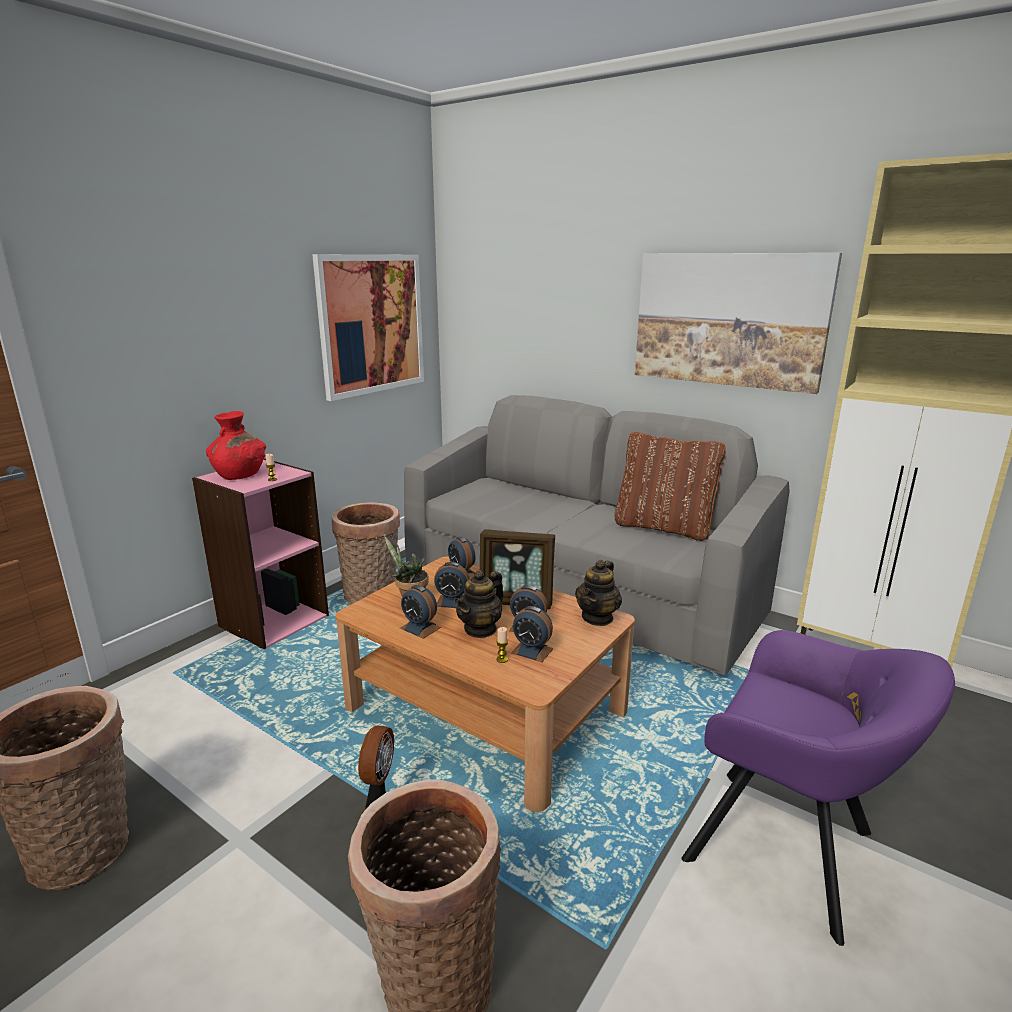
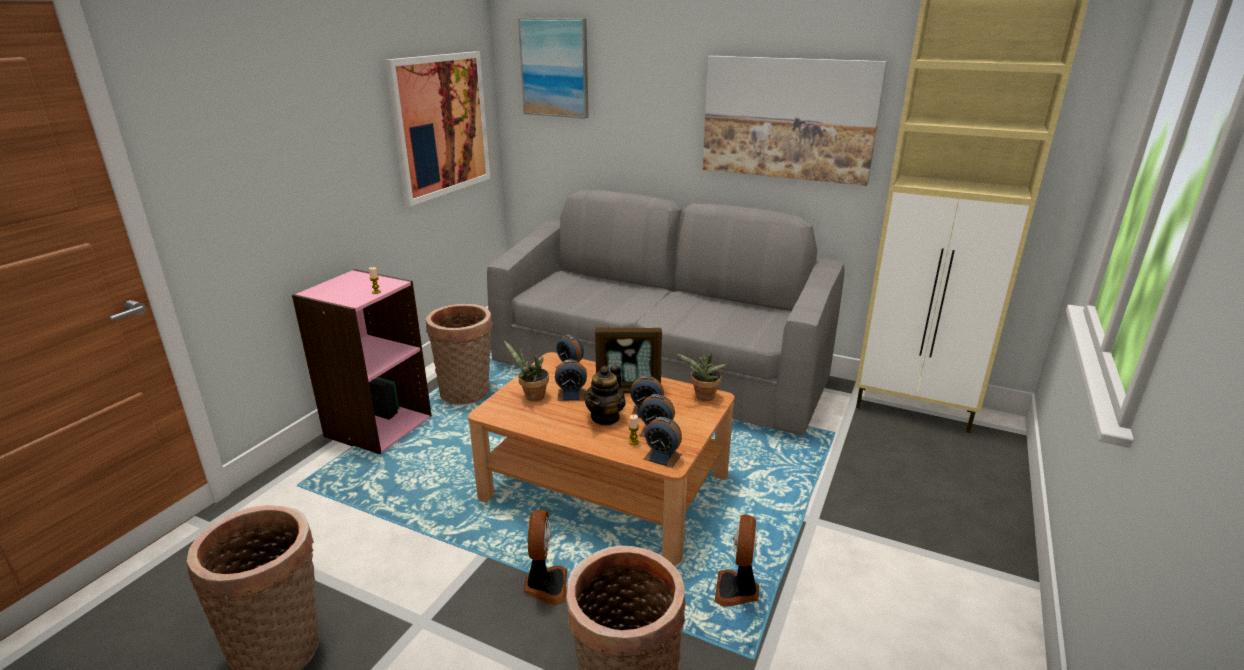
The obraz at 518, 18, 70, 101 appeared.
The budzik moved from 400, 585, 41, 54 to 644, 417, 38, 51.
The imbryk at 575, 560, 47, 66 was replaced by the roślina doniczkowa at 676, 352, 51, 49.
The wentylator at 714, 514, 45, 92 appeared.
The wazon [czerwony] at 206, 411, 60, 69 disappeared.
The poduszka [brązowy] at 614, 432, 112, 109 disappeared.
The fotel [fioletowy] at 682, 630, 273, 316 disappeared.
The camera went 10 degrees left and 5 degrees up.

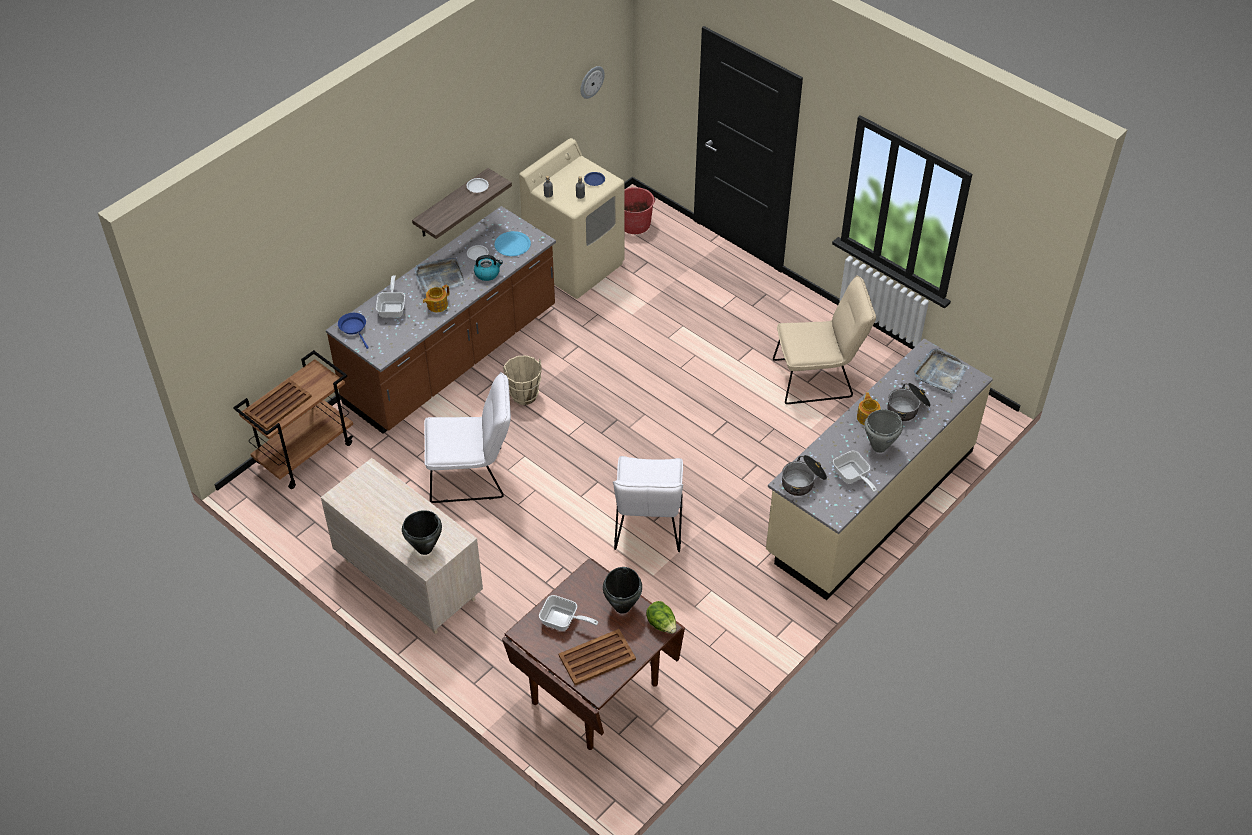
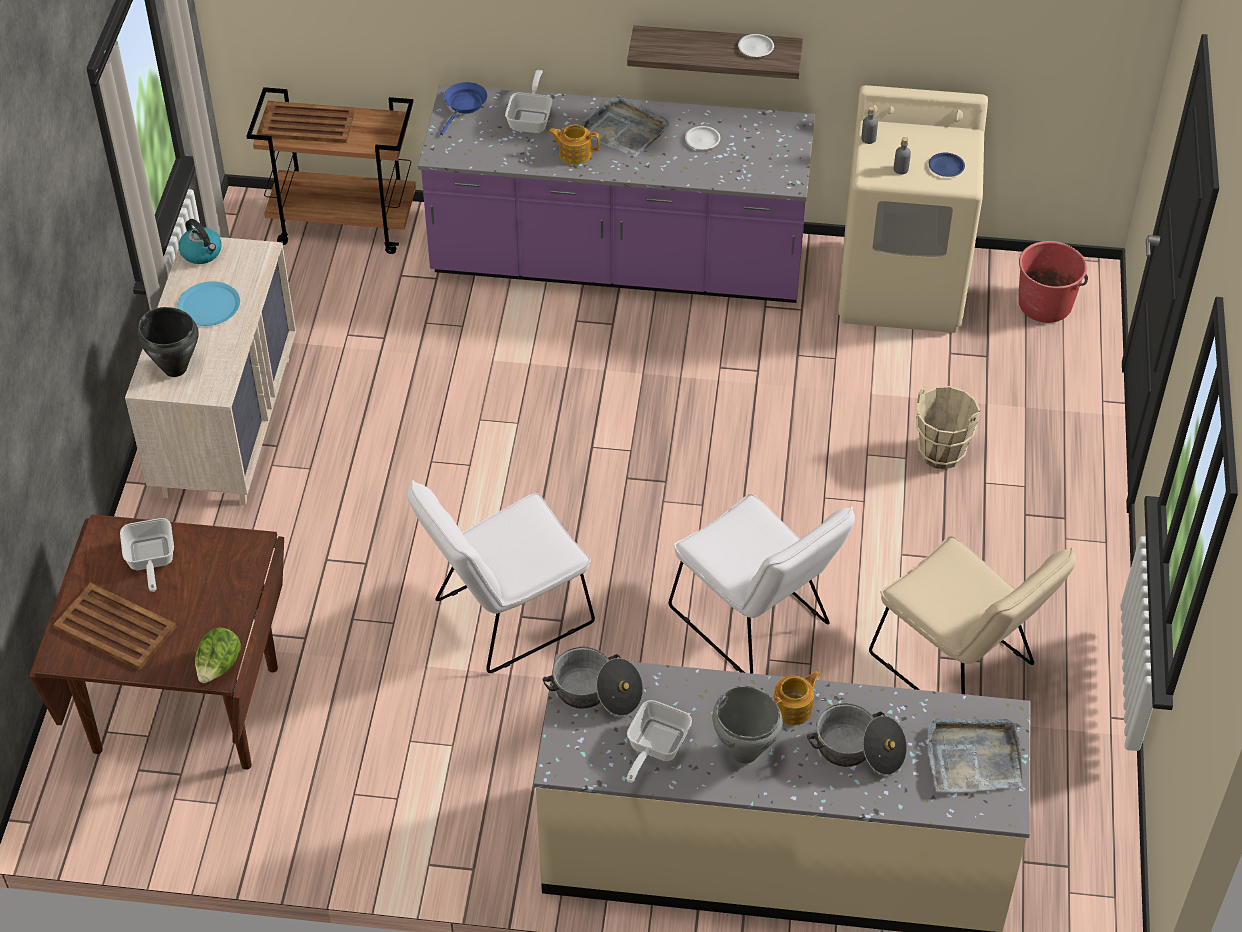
The talerz [niebieski] moved from 494, 231, 37, 25 to 177, 281, 63, 45.
The czajnik moved from 474, 255, 29, 26 to 178, 219, 44, 45.
The zabudowa kuchenna [brązowy] at 326, 206, 230, 228 became the zabudowa kuchenna [fioletowy] at 418, 84, 397, 219.
The patelnia at 376, 275, 29, 43 turned 45 degrees counterclockwise.
The krzesło [biały] moved from 424, 372, 87, 131 to 669, 494, 186, 180.
The wiadro [beżowy] moved from 503, 355, 39, 50 to 916, 385, 64, 84.
The zegar ścienny at 580, 66, 25, 33 disappeared.
The garnek [czarny] at 603, 567, 39, 47 disappeared.
The camera went 55 degrees right and 0 degrees up.

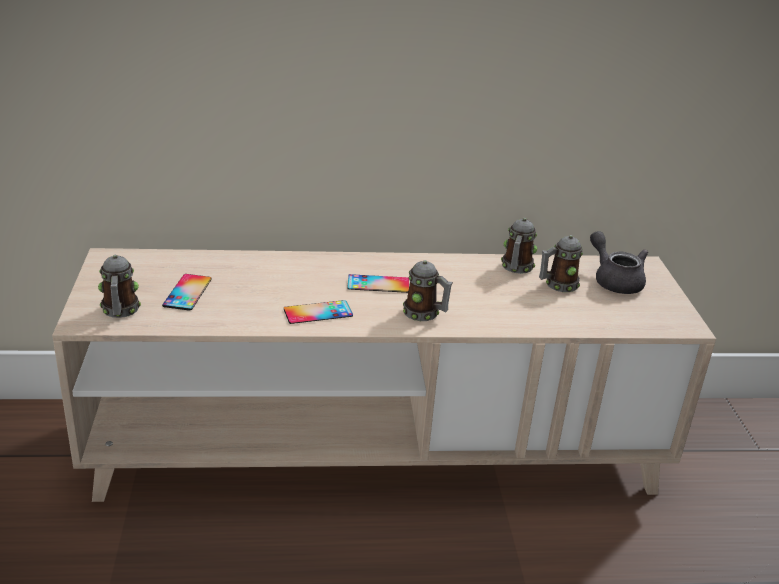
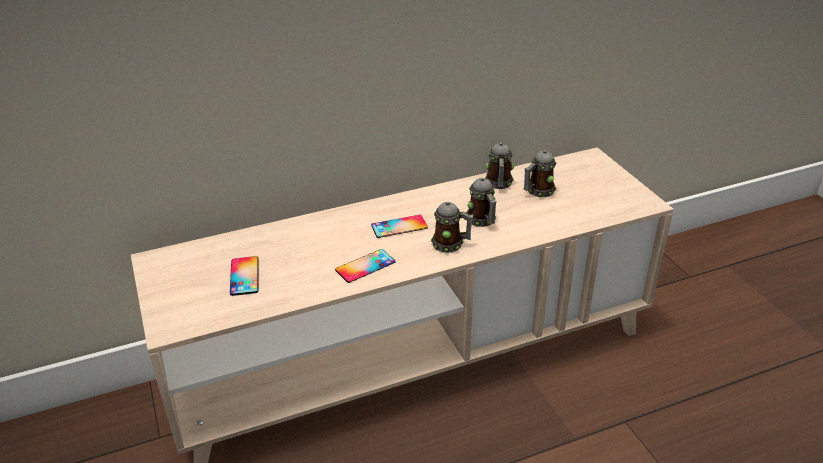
The kubek moved from 98, 255, 43, 63 to 466, 178, 31, 49.
The imbryk [szary] at 590, 231, 58, 63 disappeared.
The camera went 15 degrees left and 5 degrees up.

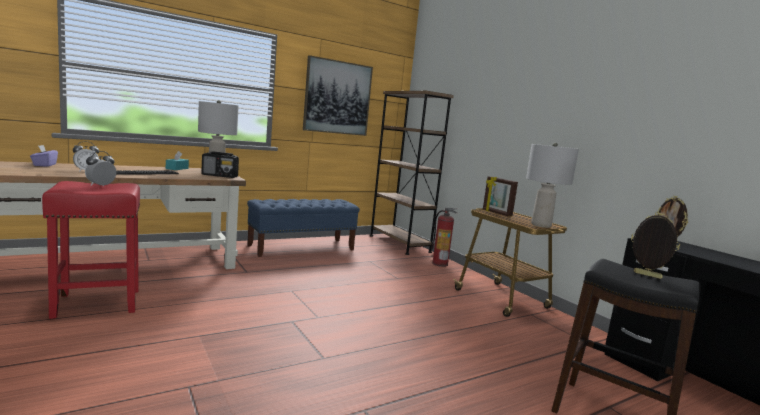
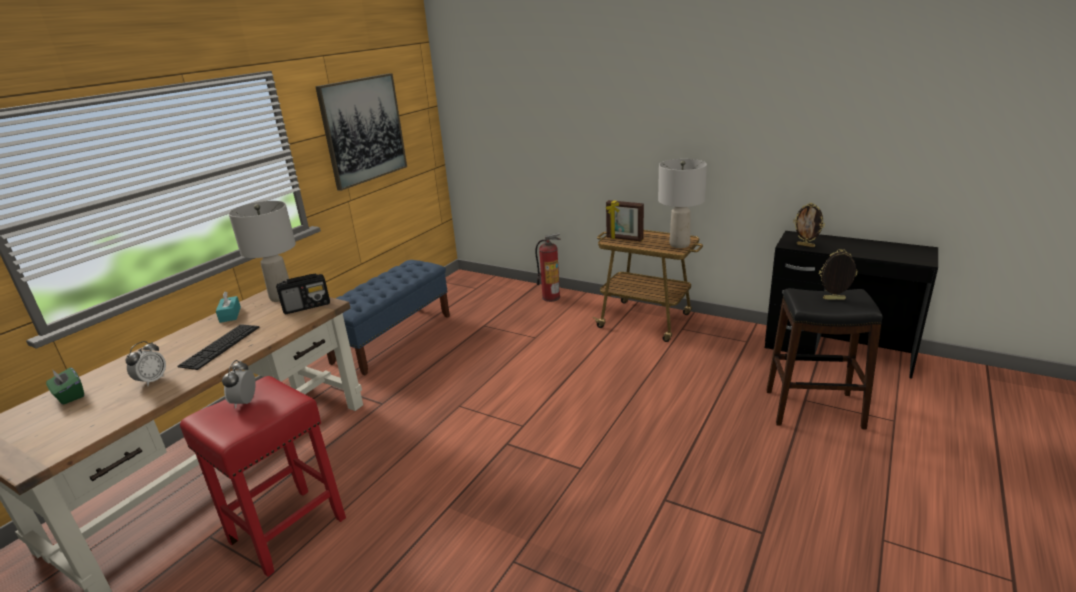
The pudełko chusteczek [fioletowy] at 30, 145, 28, 22 became the pudełko chusteczek [zielony] at 46, 368, 38, 37.
The regał [brązowy] at 370, 91, 84, 164 disappeared.
The camera went 25 degrees left and 15 degrees up.

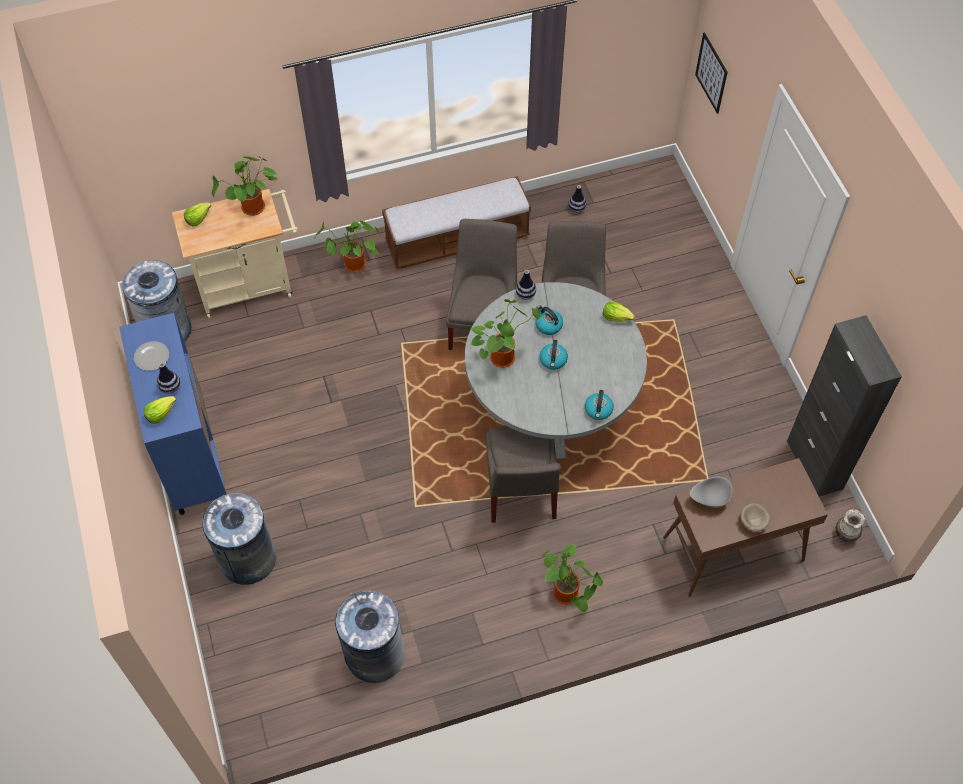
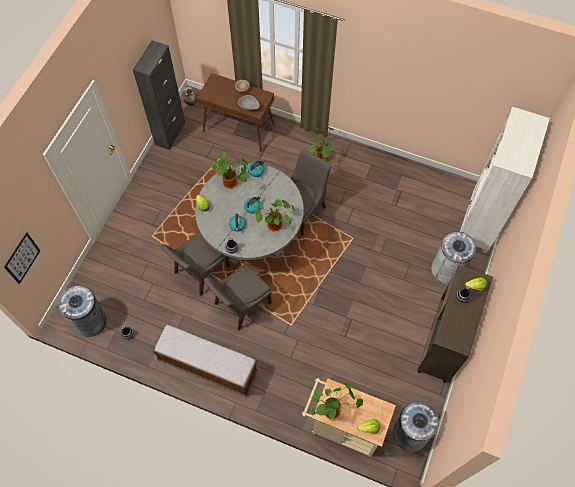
The kosz na śmieci [szary] moved from 335, 591, 70, 92 to 58, 286, 49, 51.
The roślina doniczkowa moved from 315, 221, 66, 51 to 209, 152, 39, 37.
The szafka [niebieski] at 119, 313, 108, 202 became the szafka [brązowy] at 418, 265, 75, 118.
The regał [biały] at 460, 107, 90, 146 appeared.
The talerz at 134, 341, 35, 30 disappeared.
The camera went 140 degrees left and 5 degrees up.

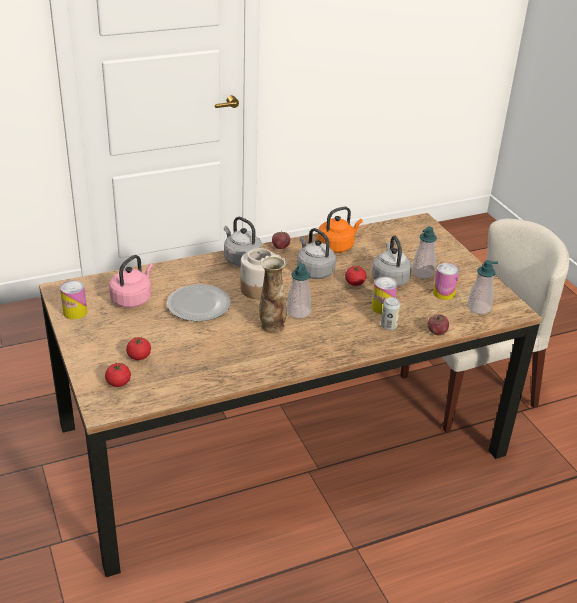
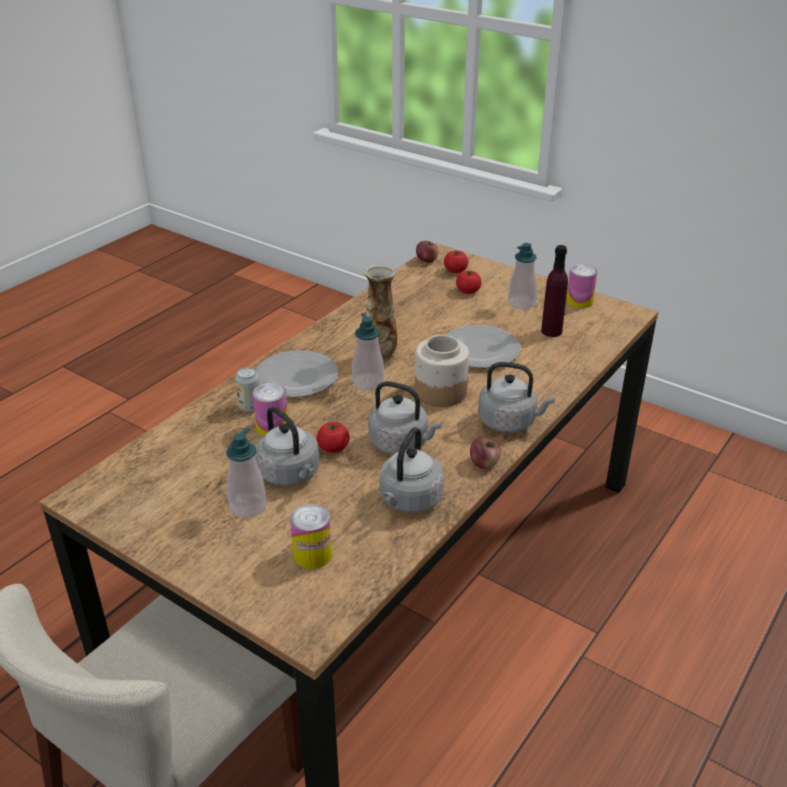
The talerz at 256, 350, 82, 47 appeared.
The puszka moved from 433, 263, 26, 37 to 290, 504, 42, 65.
The czajnik [pomarańczowy] at 317, 206, 46, 47 became the czajnik [szary] at 379, 427, 65, 86.
The jabłko moved from 428, 315, 21, 20 to 416, 241, 22, 22.
The dozownik mydła moved from 468, 260, 30, 54 to 508, 243, 29, 67.
The czajnik [różowy] at 109, 255, 44, 53 was replaced by the butelka [fioletowy] at 541, 245, 27, 92.
The camera went 150 degrees right and 0 degrees up.

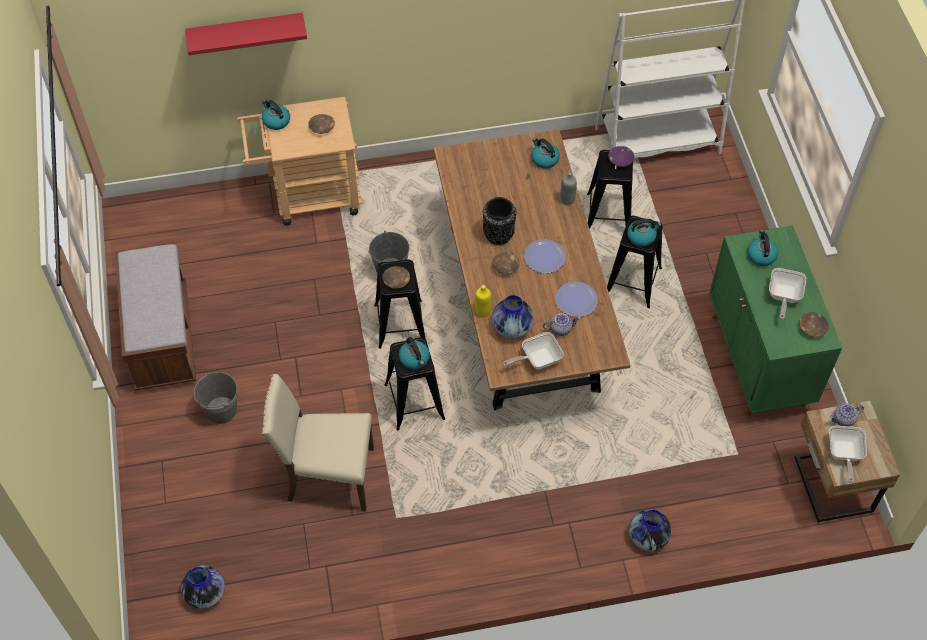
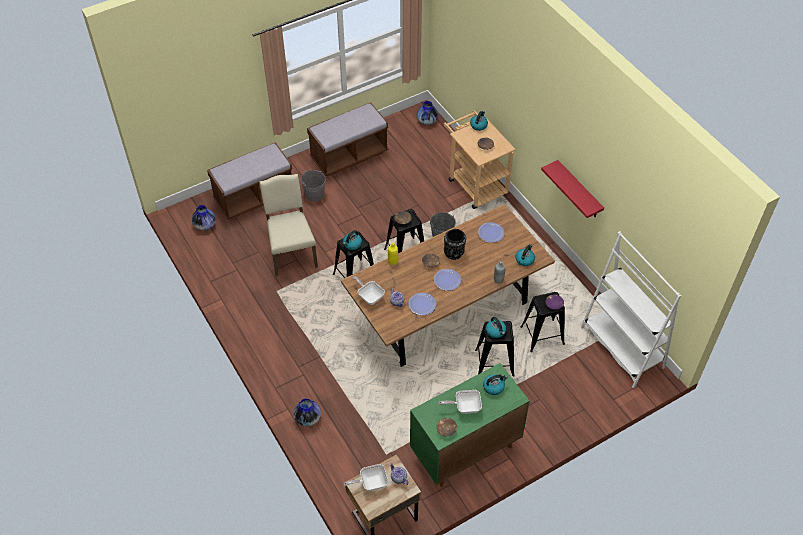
The ławka [brązowy] at 207, 142, 85, 77 appeared.
The wazon moved from 492, 295, 42, 44 to 417, 101, 21, 24.
The talerz at 478, 222, 27, 21 appeared.
The półka [czerwony] moved from 185, 13, 122, 42 to 541, 160, 63, 58.
The camera went 70 degrees right and 5 degrees down.

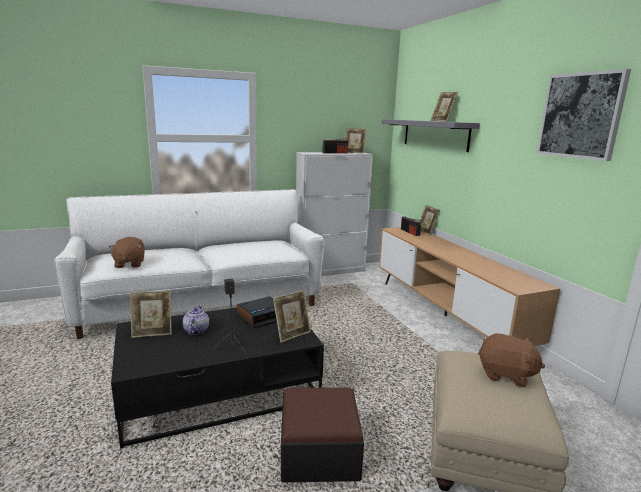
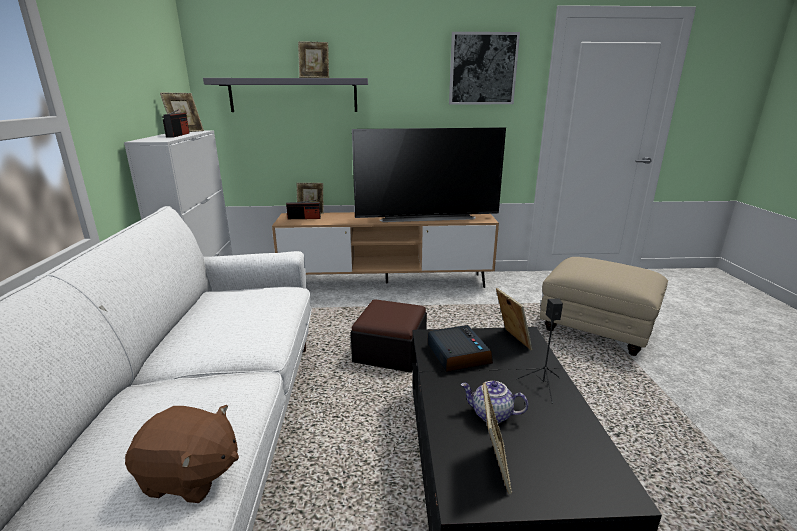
The pufa moved from 281, 388, 83, 95 to 351, 299, 76, 73.
The telewizor at 352, 127, 154, 95 appeared.
The pluszak [brązowy] at 478, 333, 67, 54 disappeared.
The camera went 70 degrees left and 5 degrees up.

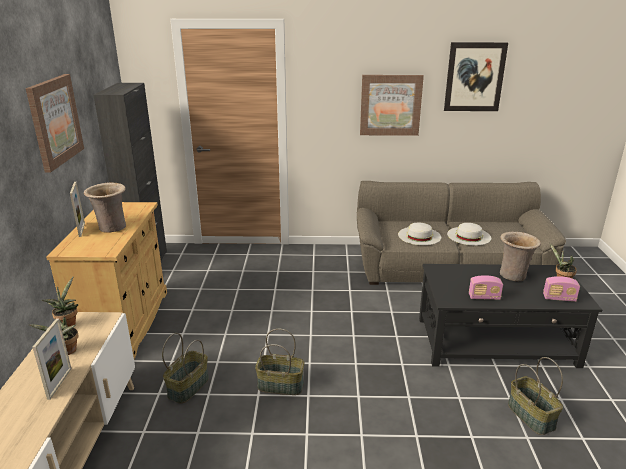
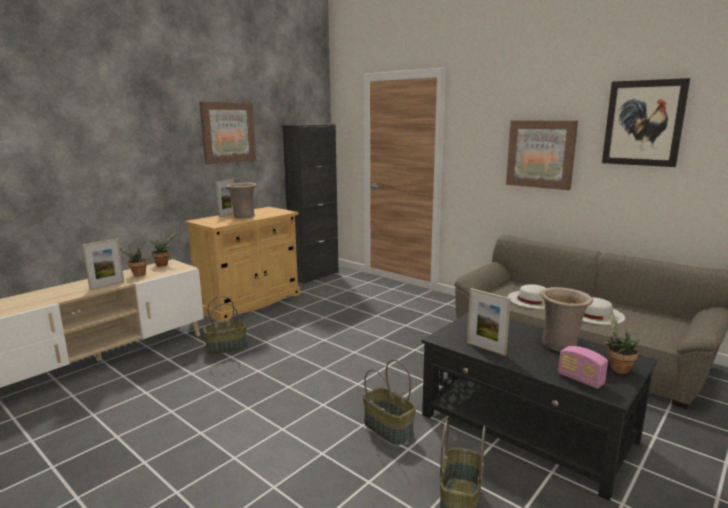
The koszyk moved from 255, 329, 50, 66 to 363, 360, 53, 85.
The radio at 469, 275, 34, 25 was replaced by the ramka na zdjęcie at 467, 288, 44, 68.
The camera went 40 degrees right and 10 degrees down.

